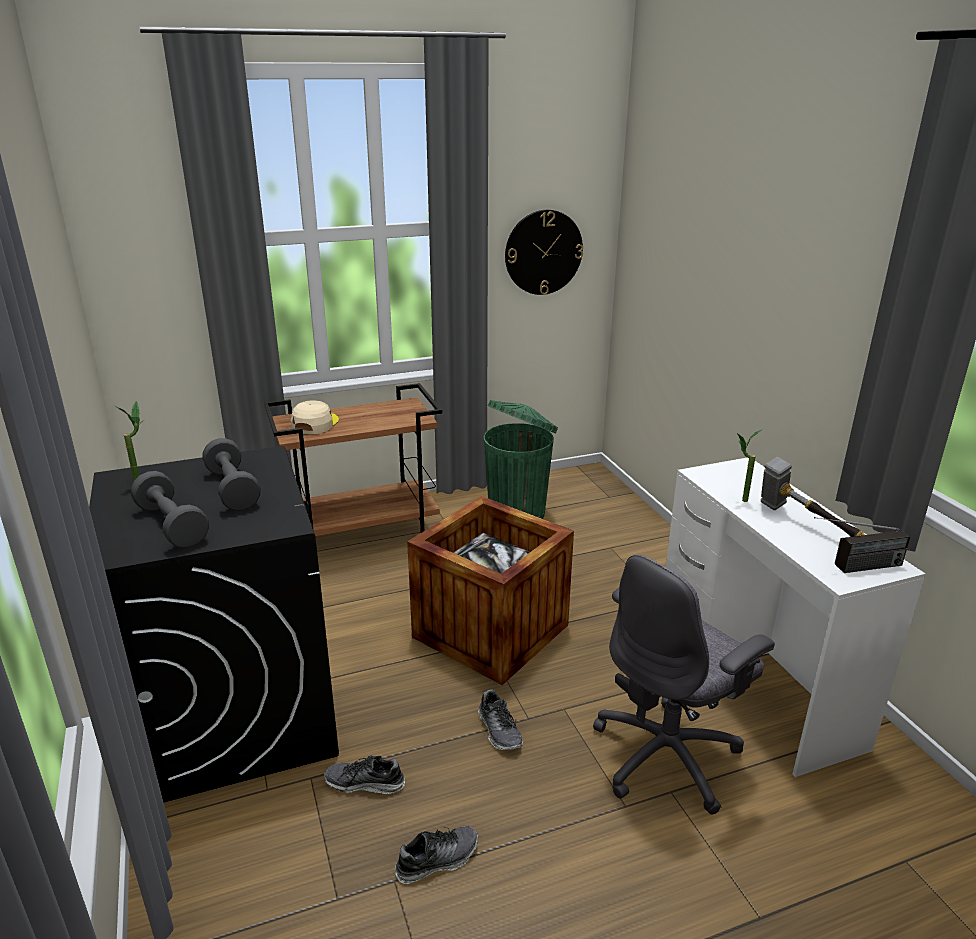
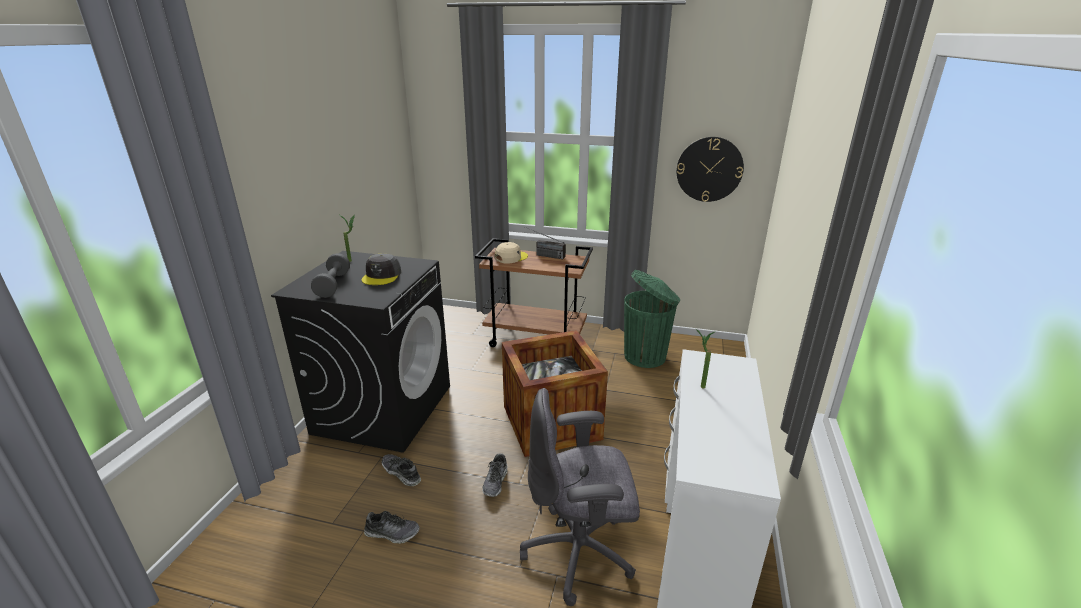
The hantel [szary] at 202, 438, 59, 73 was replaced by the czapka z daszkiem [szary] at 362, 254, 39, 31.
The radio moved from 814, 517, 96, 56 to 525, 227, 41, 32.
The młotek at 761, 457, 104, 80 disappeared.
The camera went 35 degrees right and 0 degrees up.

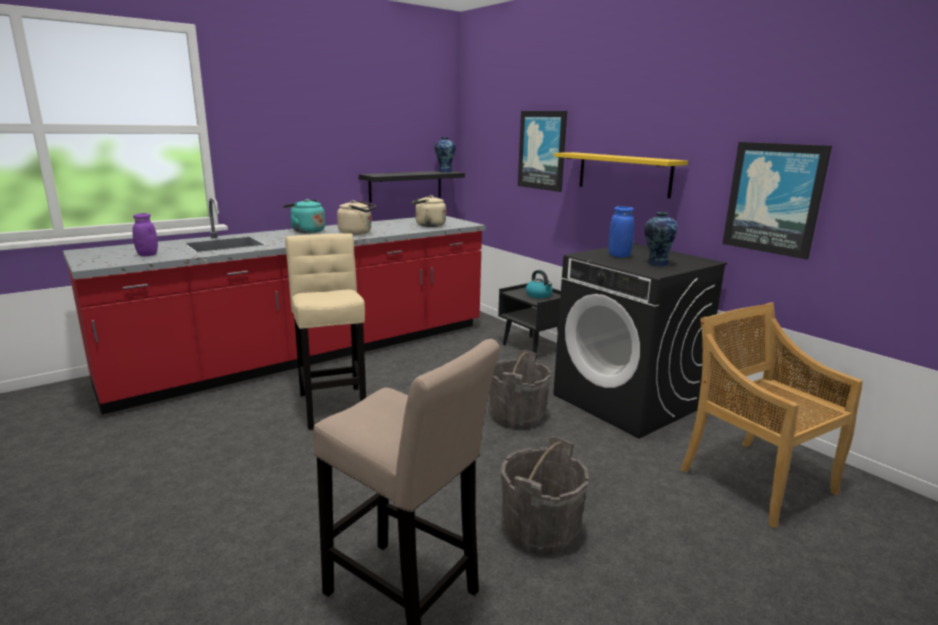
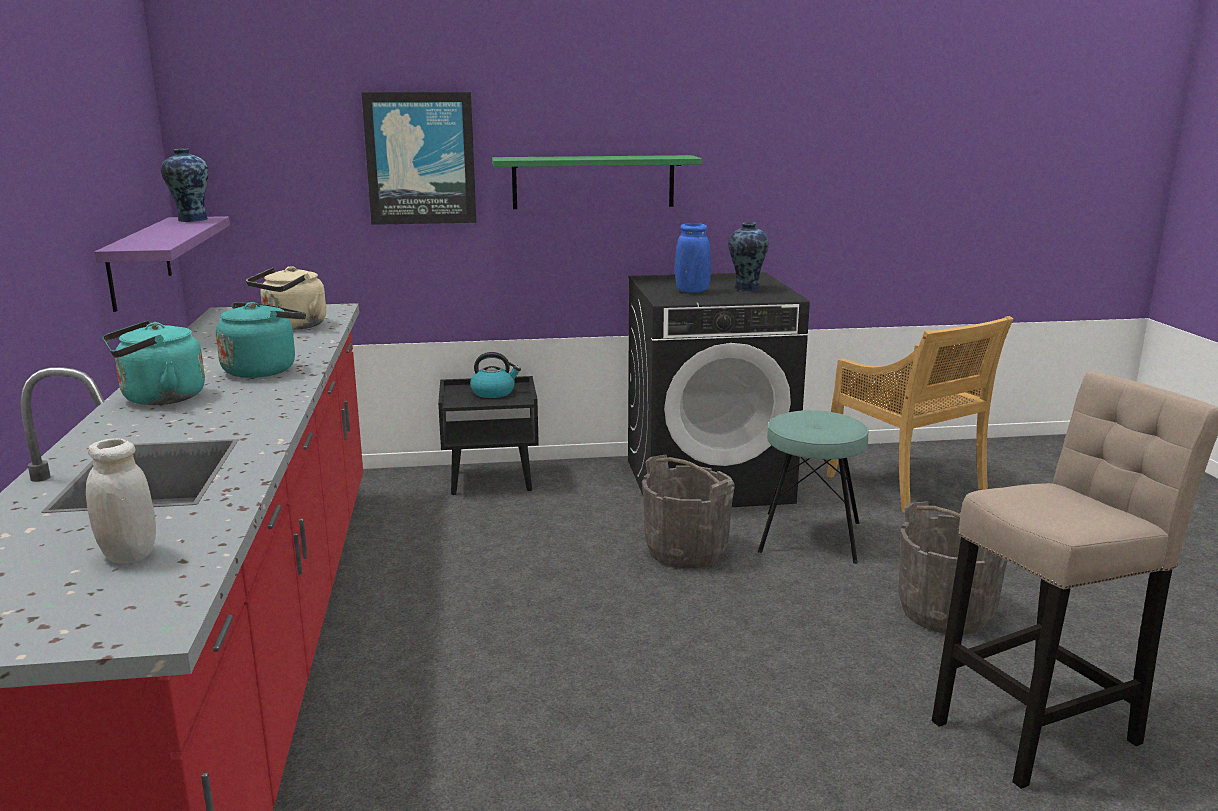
The słoik [fioletowy] at 132, 213, 26, 43 became the słoik [biały] at 86, 438, 70, 126.
The półka [czarny] at 359, 171, 106, 32 became the półka [fioletowy] at 95, 216, 135, 96.
The czajnik [beżowy] at 337, 200, 39, 35 became the czajnik [turkusowy] at 216, 302, 90, 76.
The półka [żółty] at 554, 152, 134, 46 became the półka [zielony] at 492, 155, 210, 54.
The stołek [turkusowy] at 758, 410, 111, 154 appeared.
The krzesło [beżowy] at 680, 302, 183, 226 turned 120 degrees counterclockwise.
The stołek [beżowy] at 285, 234, 81, 196 disappeared.
The obraz at 722, 142, 110, 118 disappeared.
The camera went 60 degrees left and 0 degrees up.

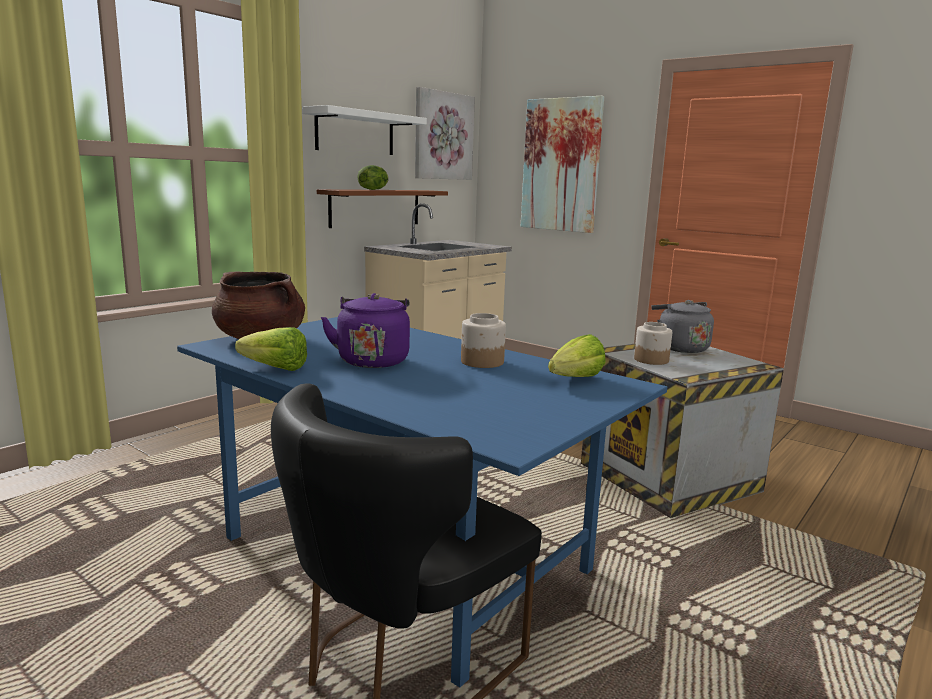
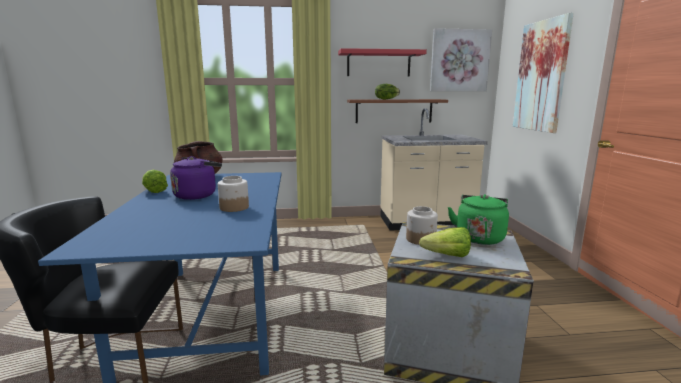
The półka [biały] at 302, 105, 125, 50 became the półka [czerwony] at 338, 48, 89, 28.
The sałata moved from 548, 334, 58, 43 to 419, 227, 52, 30.
The czajnik [szary] at 651, 300, 63, 53 became the czajnik [zielony] at 448, 194, 61, 51.
The camera went 45 degrees right and 0 degrees up.

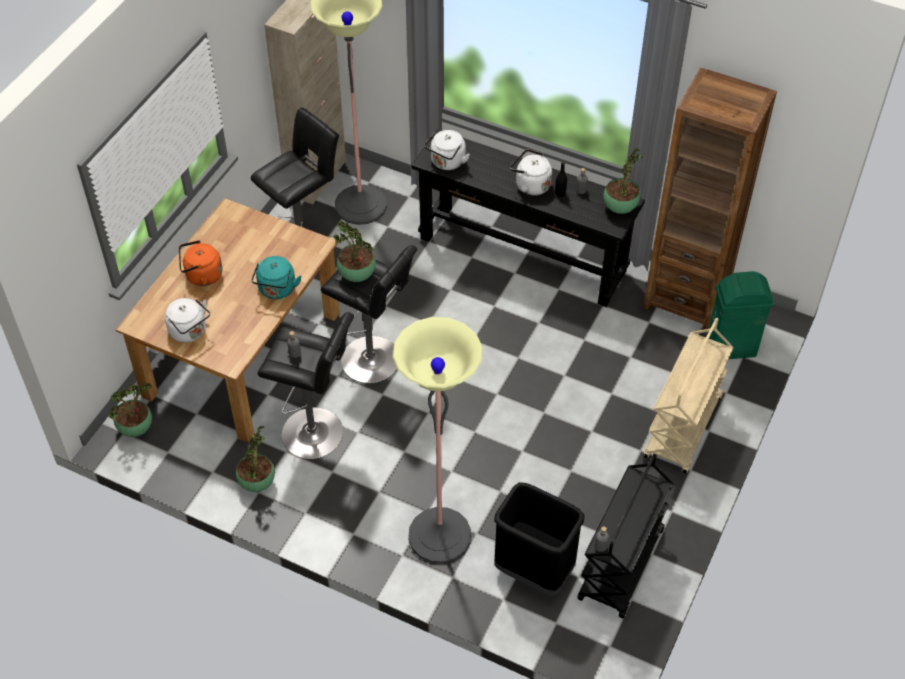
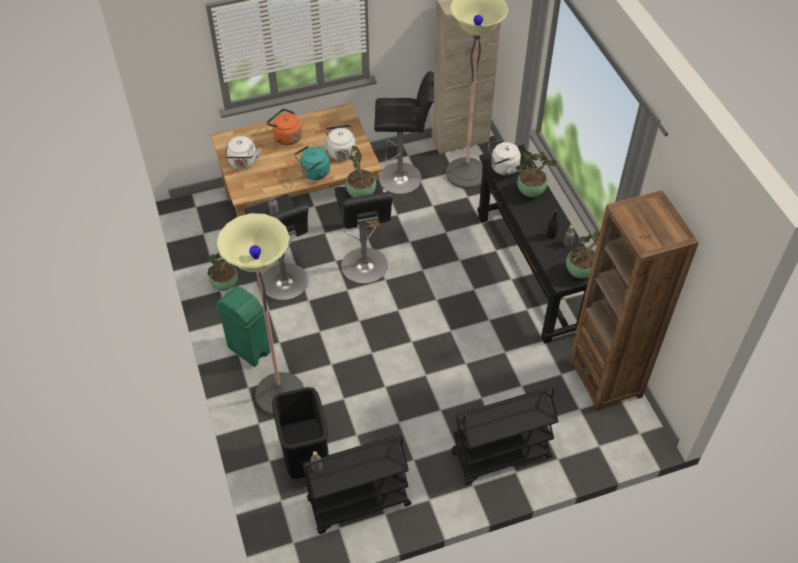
The kosz na śmieci [zielony] moved from 709, 271, 65, 88 to 216, 287, 55, 80.
The czajnik [biały] moved from 510, 149, 42, 47 to 321, 125, 35, 36.
The wózek [beżowy] at 644, 318, 90, 156 became the wózek [czarny] at 451, 388, 107, 97.
The roślina doniczkowa moved from 109, 383, 44, 54 to 516, 152, 41, 45.
The camera went 45 degrees right and 0 degrees up.

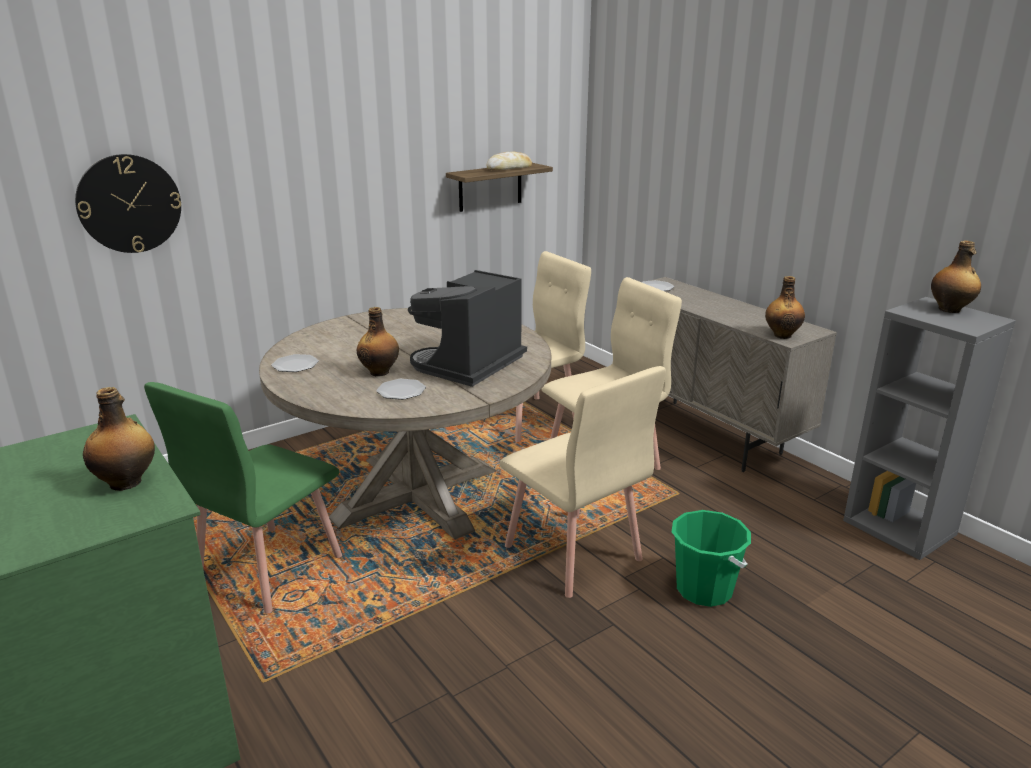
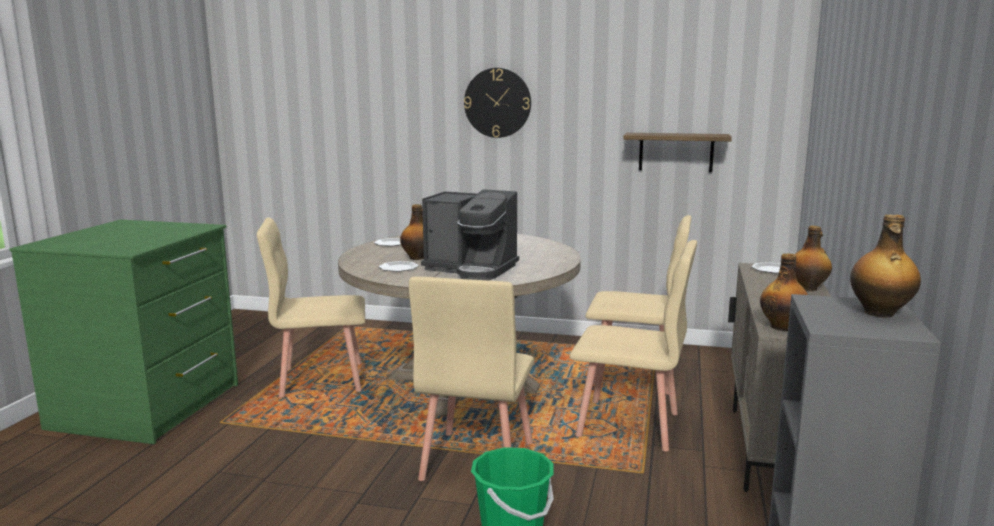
The krzesło [zielony] at 144, 382, 198, 232 became the krzesło [beżowy] at 257, 218, 108, 179.
The ekspres do kawy at 408, 270, 119, 117 turned 150 degrees counterclockwise.
The zegar ścienny moved from 75, 154, 106, 99 to 464, 68, 67, 70.
The butelka moved from 83, 387, 72, 104 to 794, 226, 38, 65.
The chleb at 486, 152, 46, 18 disappeared.
The camera went 50 degrees right and 10 degrees down.

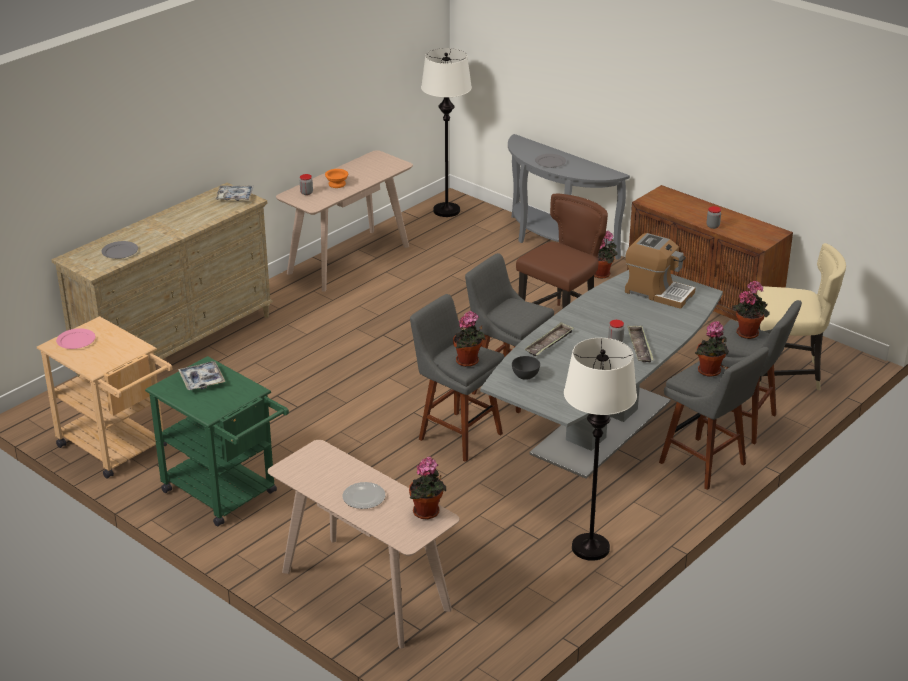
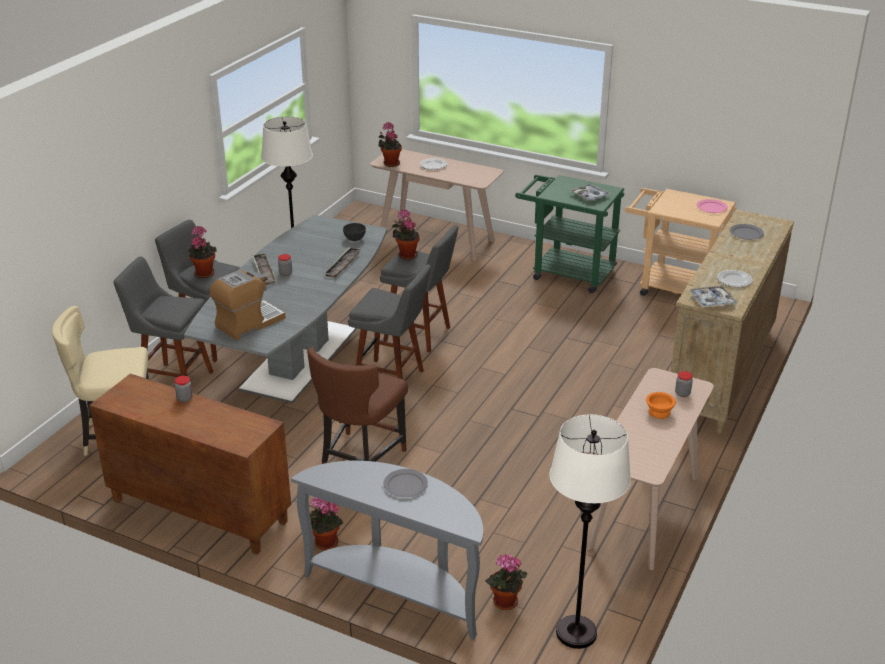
The ekspres do kawy at 625, 233, 71, 76 turned 120 degrees clockwise.
The roślina doniczkowa moved from 732, 281, 38, 58 to 485, 554, 42, 56.
The talerz at 717, 270, 36, 17 appeared.
The camera went 165 degrees right and 0 degrees up.

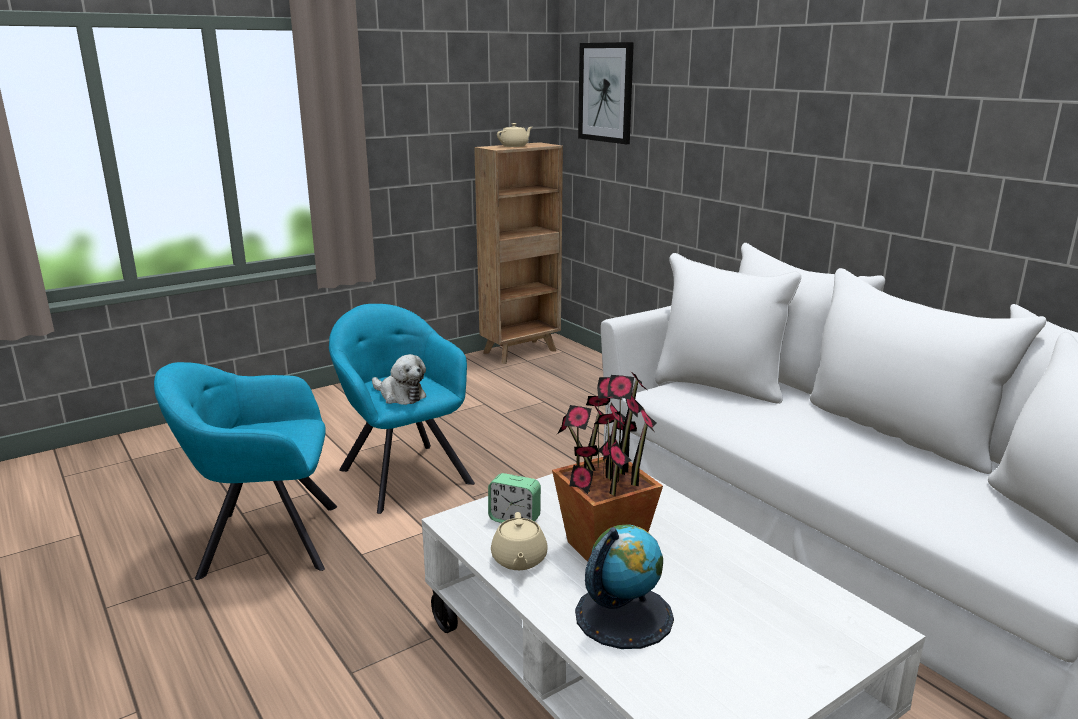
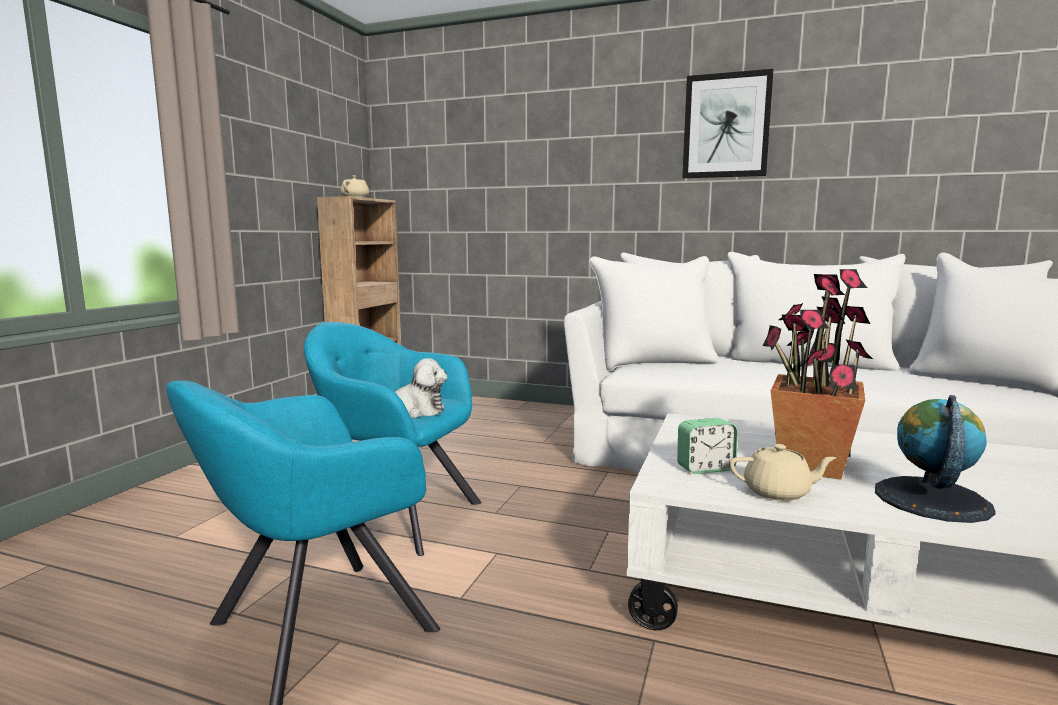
The obraz moved from 578, 42, 56, 102 to 682, 69, 91, 109.
The imbryk [beżowy] at 491, 512, 57, 58 turned 45 degrees counterclockwise.
The camera went 35 degrees left and 10 degrees down.

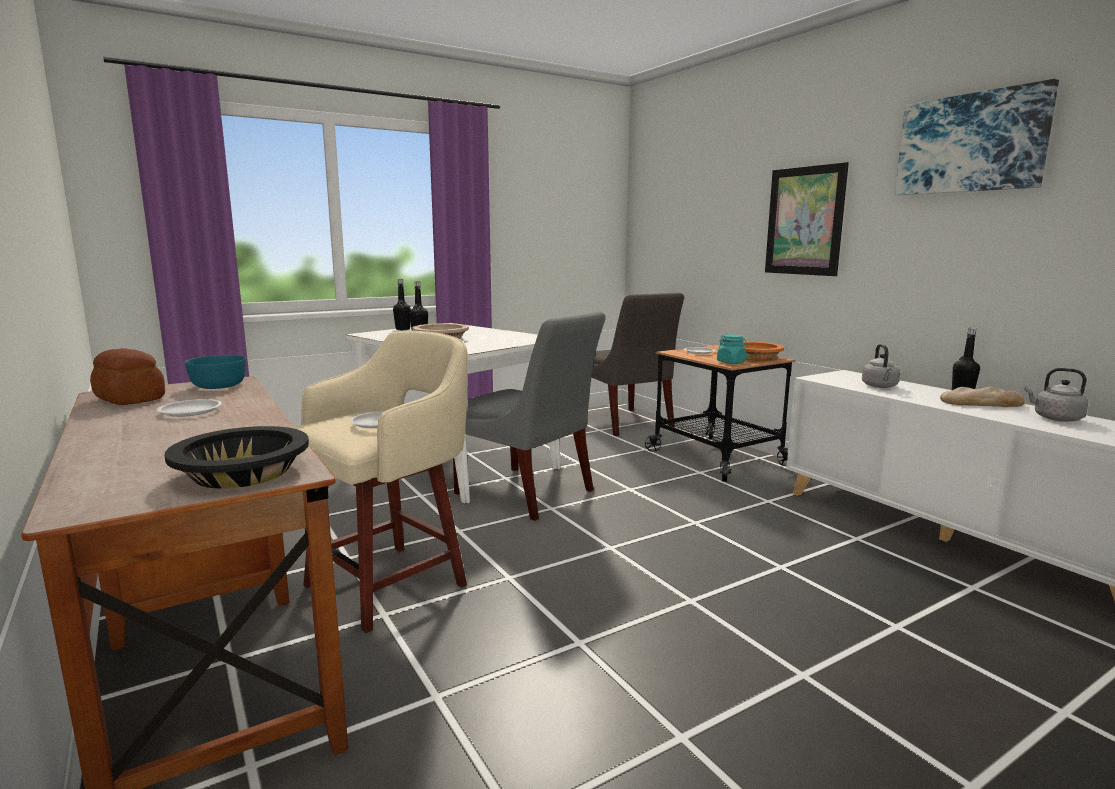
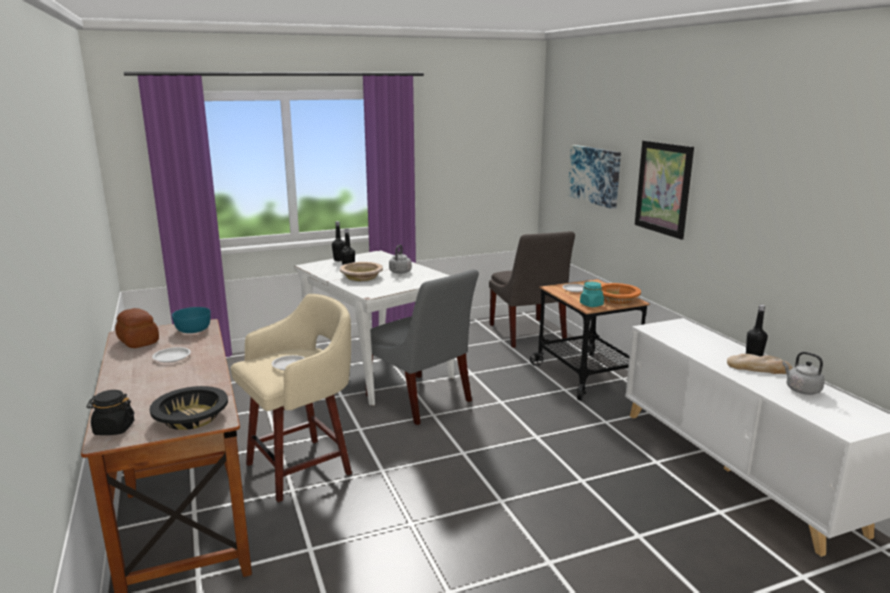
The słoik [czarny] at 87, 390, 47, 45 appeared.
The czajnik [szary] moved from 862, 344, 38, 44 to 389, 245, 22, 29.
The obraz moved from 895, 79, 164, 116 to 568, 145, 53, 64.
The camera went 10 degrees right and 5 degrees up.

